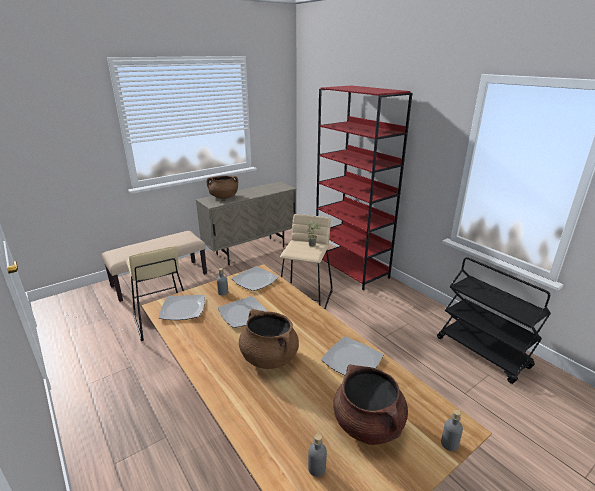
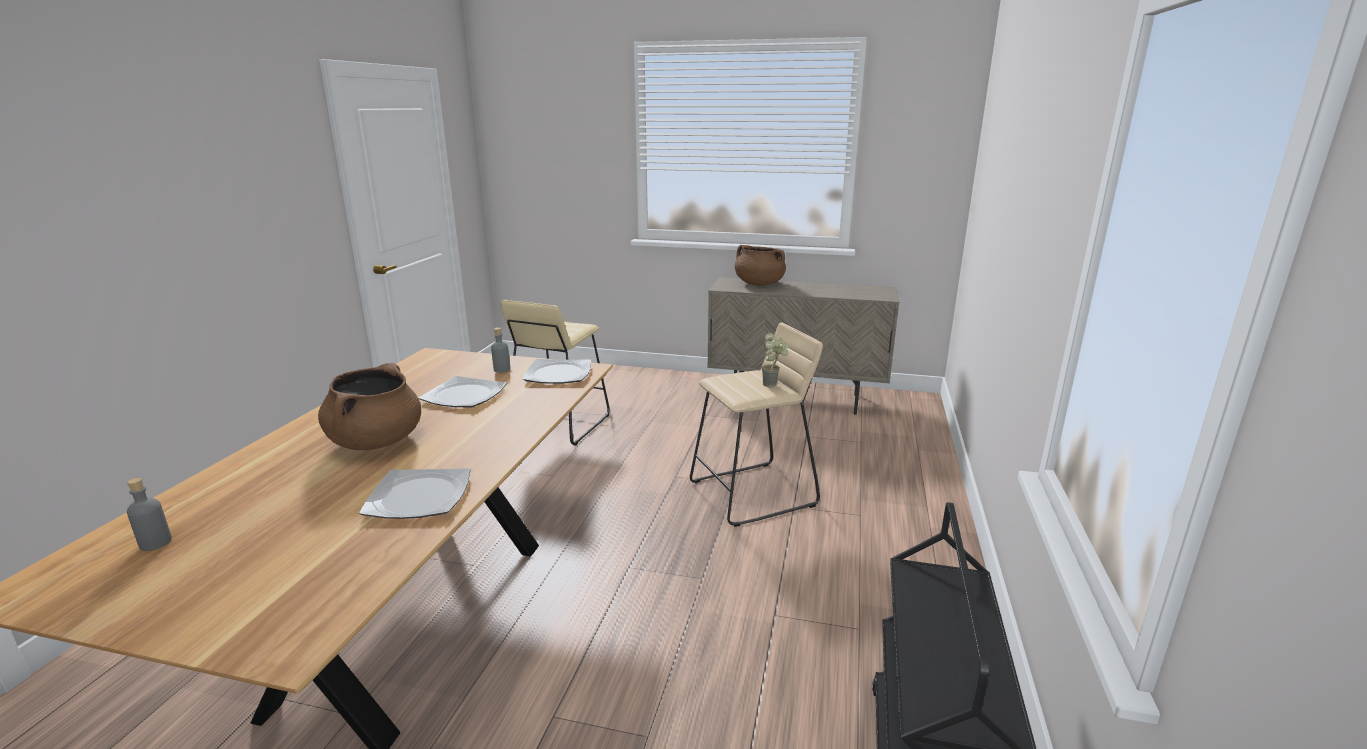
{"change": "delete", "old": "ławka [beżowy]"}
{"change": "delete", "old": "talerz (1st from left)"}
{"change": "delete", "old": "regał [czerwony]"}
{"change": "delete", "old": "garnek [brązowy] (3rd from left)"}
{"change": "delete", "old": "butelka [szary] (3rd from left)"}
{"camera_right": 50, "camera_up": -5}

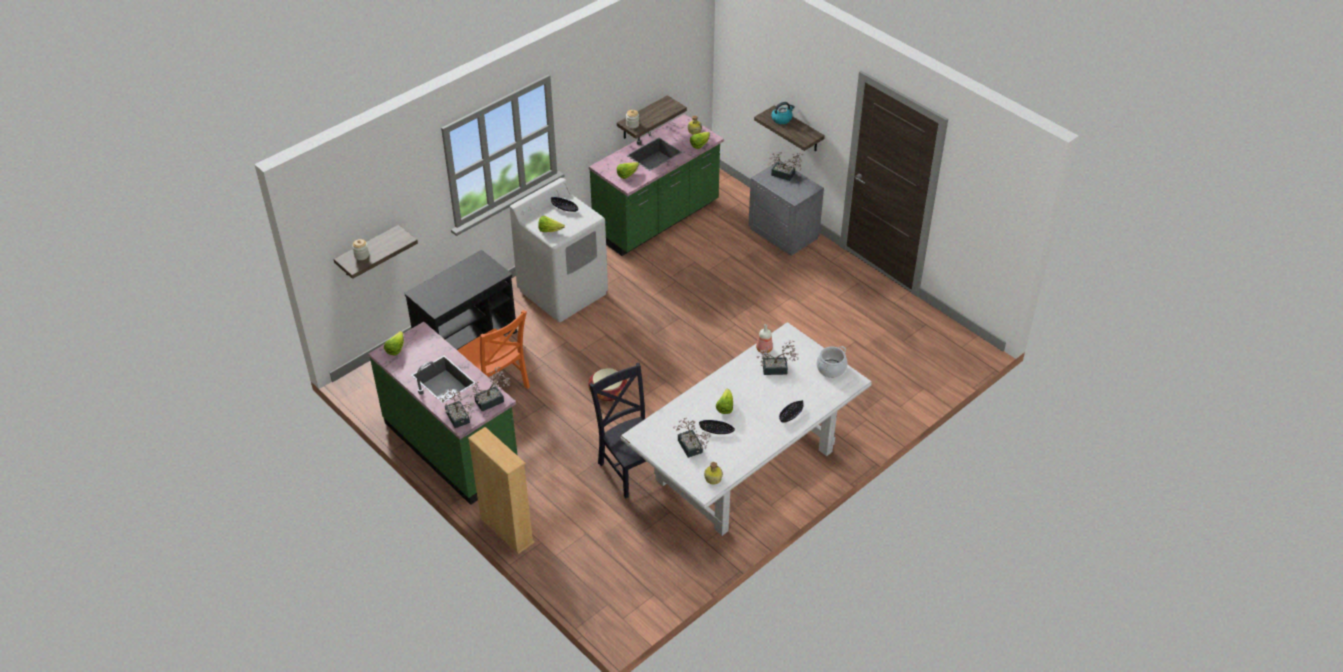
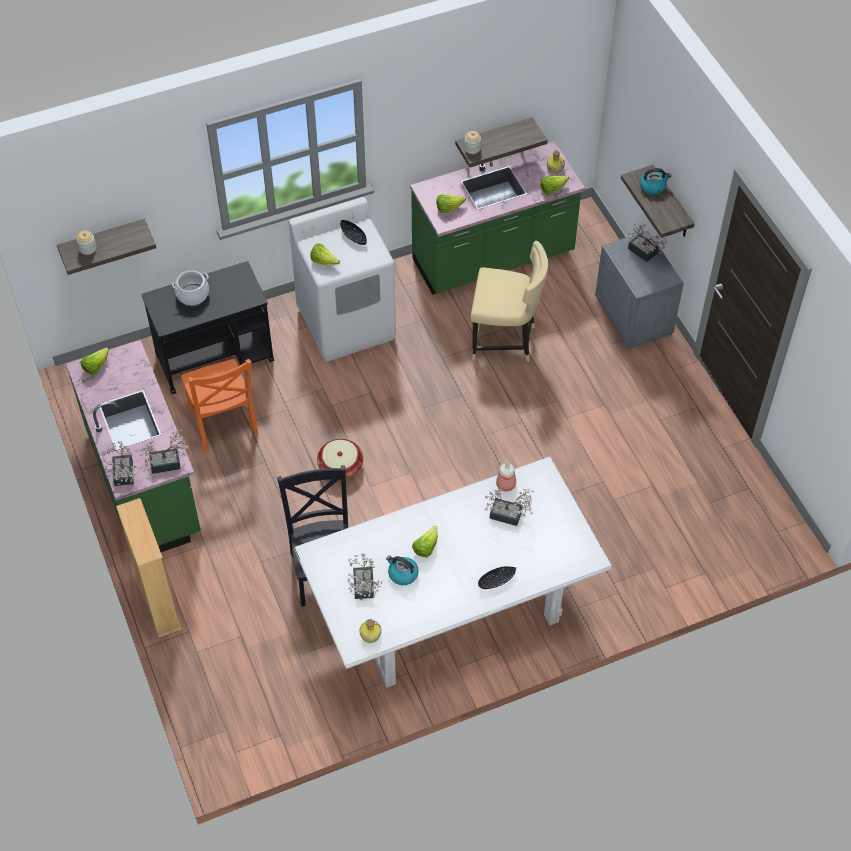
{"change": "insert", "new": "krzesło [beżowy]"}
{"change": "move", "old": "garnek"}
{"change": "replace", "old": "miska [czarny] (2nd from left)", "new": "czajnik (1st from left)"}
{"camera_right": 20, "camera_up": 10}

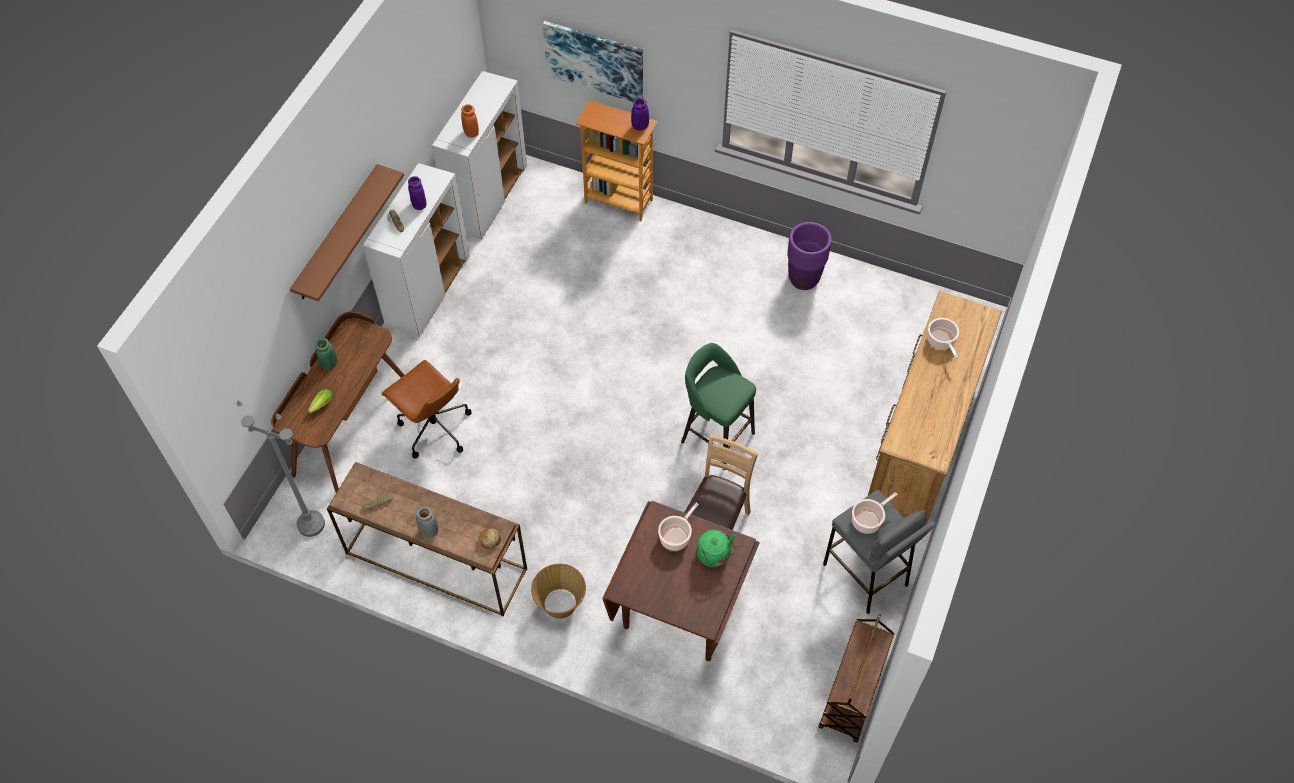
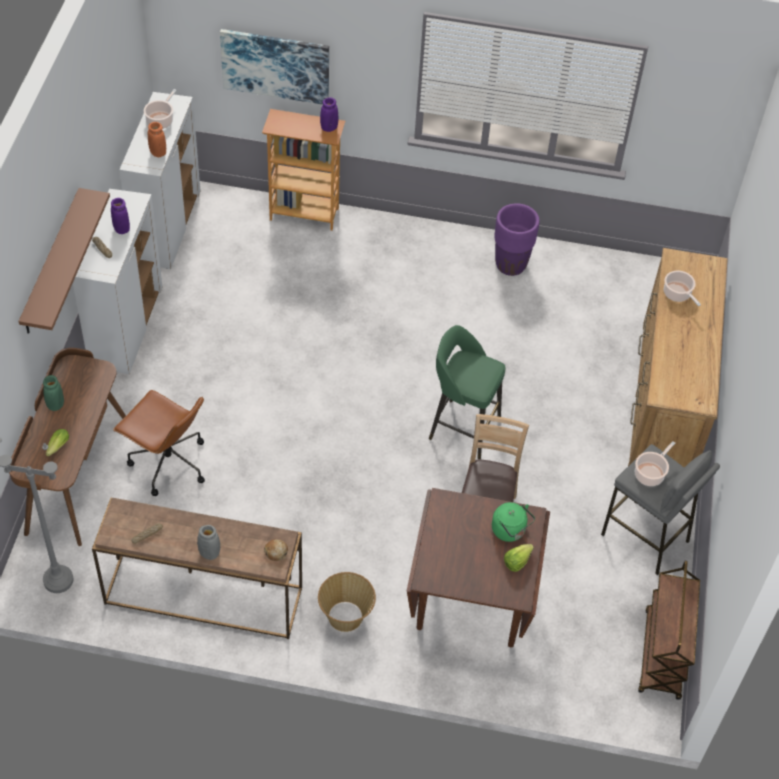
{"change": "insert", "new": "sałata (2nd from left)"}
{"change": "move", "old": "garnek (1st from left)"}
{"camera_right": -15, "camera_up": -5}

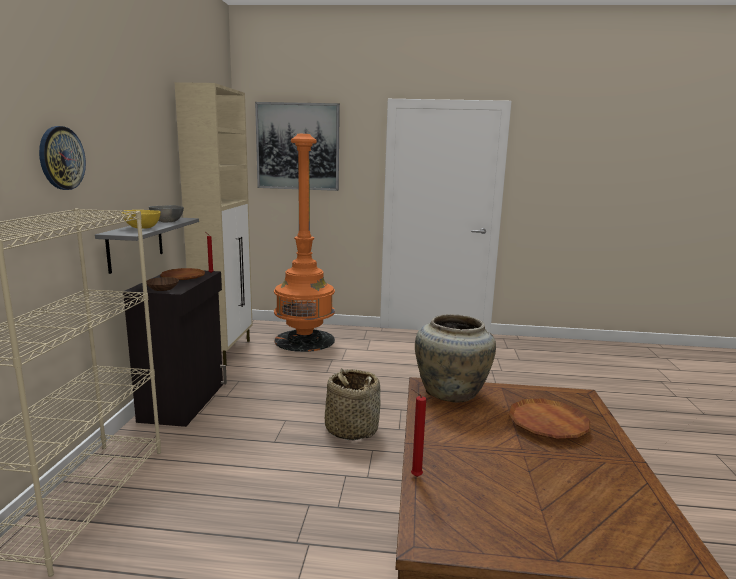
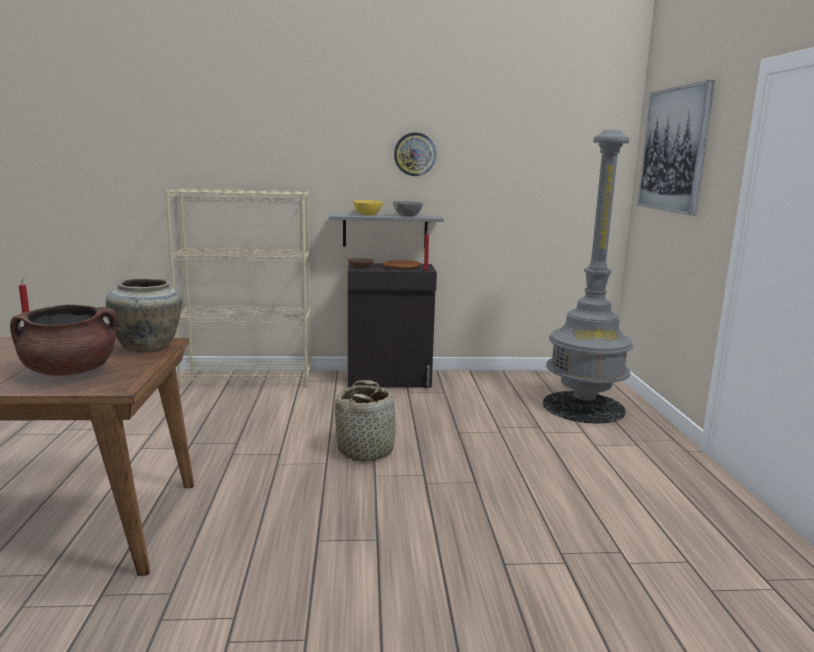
{"change": "delete", "old": "szafka [beżowy]"}
{"change": "move", "old": "zegar ścienny"}
{"change": "replace", "old": "talerz [brązowy] (2nd from left)", "new": "garnek [brązowy]"}
{"change": "recolor", "old": "lampa stojąca [pomarańczowy]", "new": "lampa stojąca [szary]"}
{"camera_right": 80, "camera_up": 0}

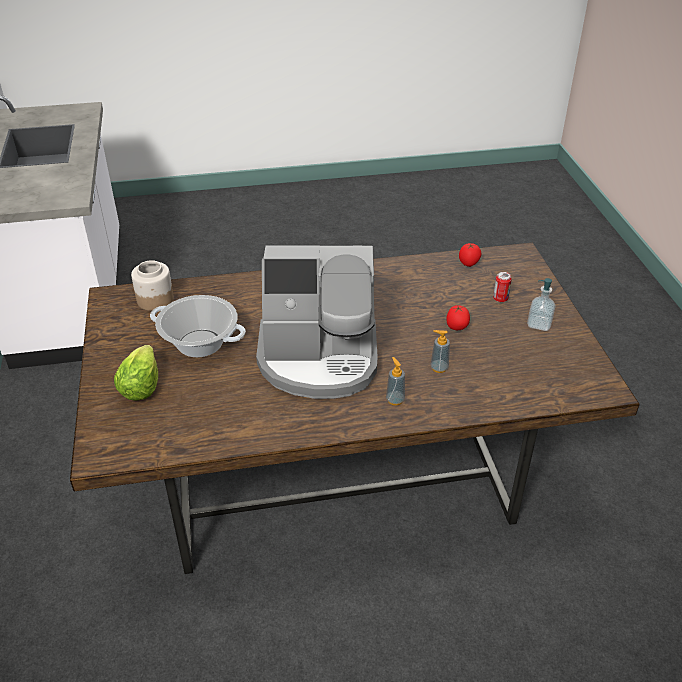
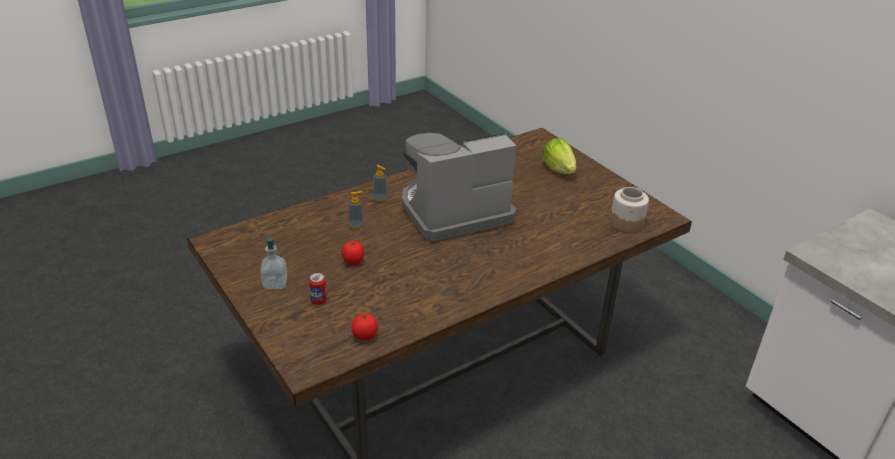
{"change": "delete", "old": "garnek"}
{"camera_right": 155, "camera_up": -5}

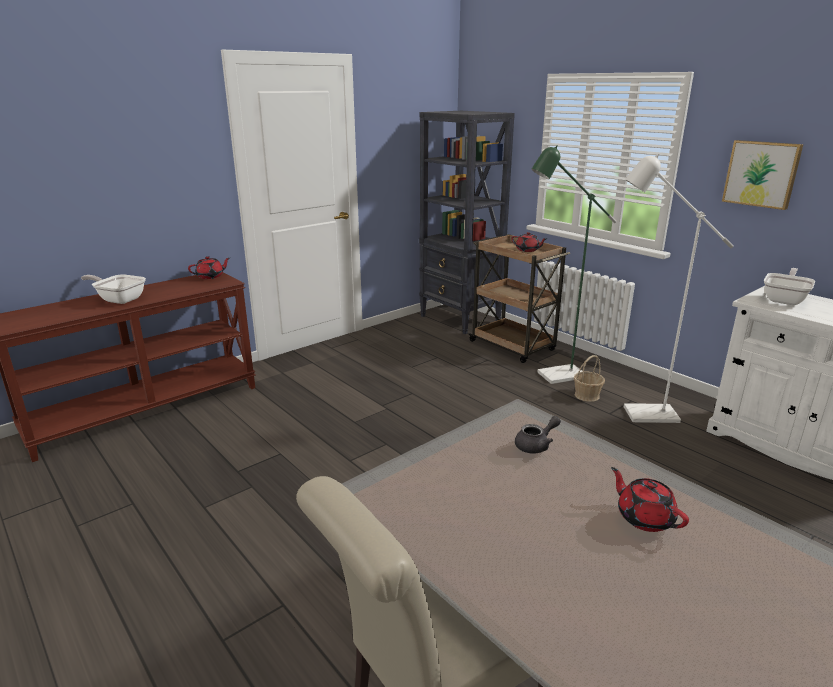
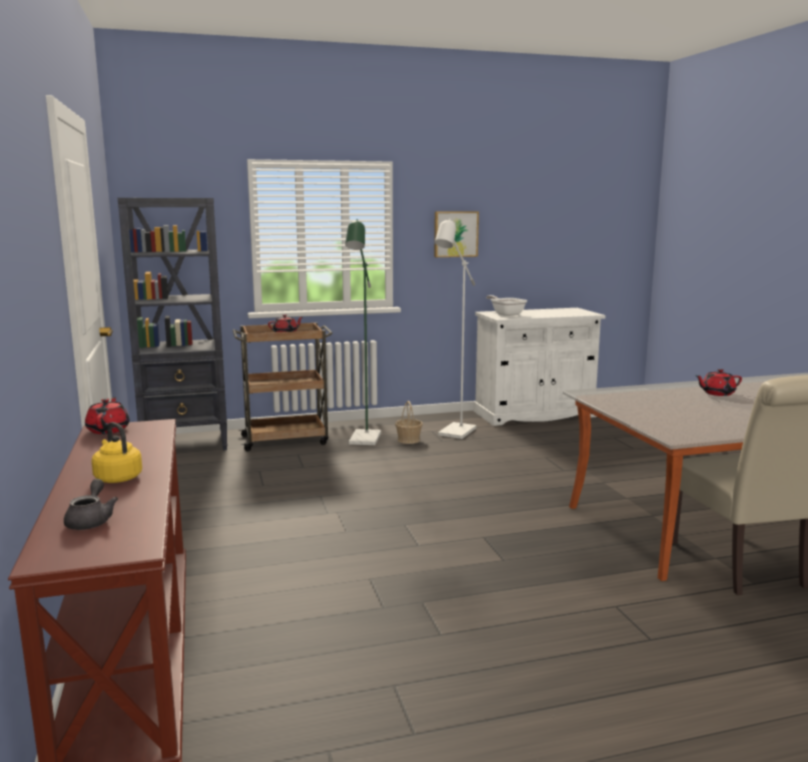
{"change": "move", "old": "imbryk [szary]"}
{"change": "replace", "old": "patelnia (1st from left)", "new": "czajnik [żółty]"}
{"camera_right": -65, "camera_up": -10}

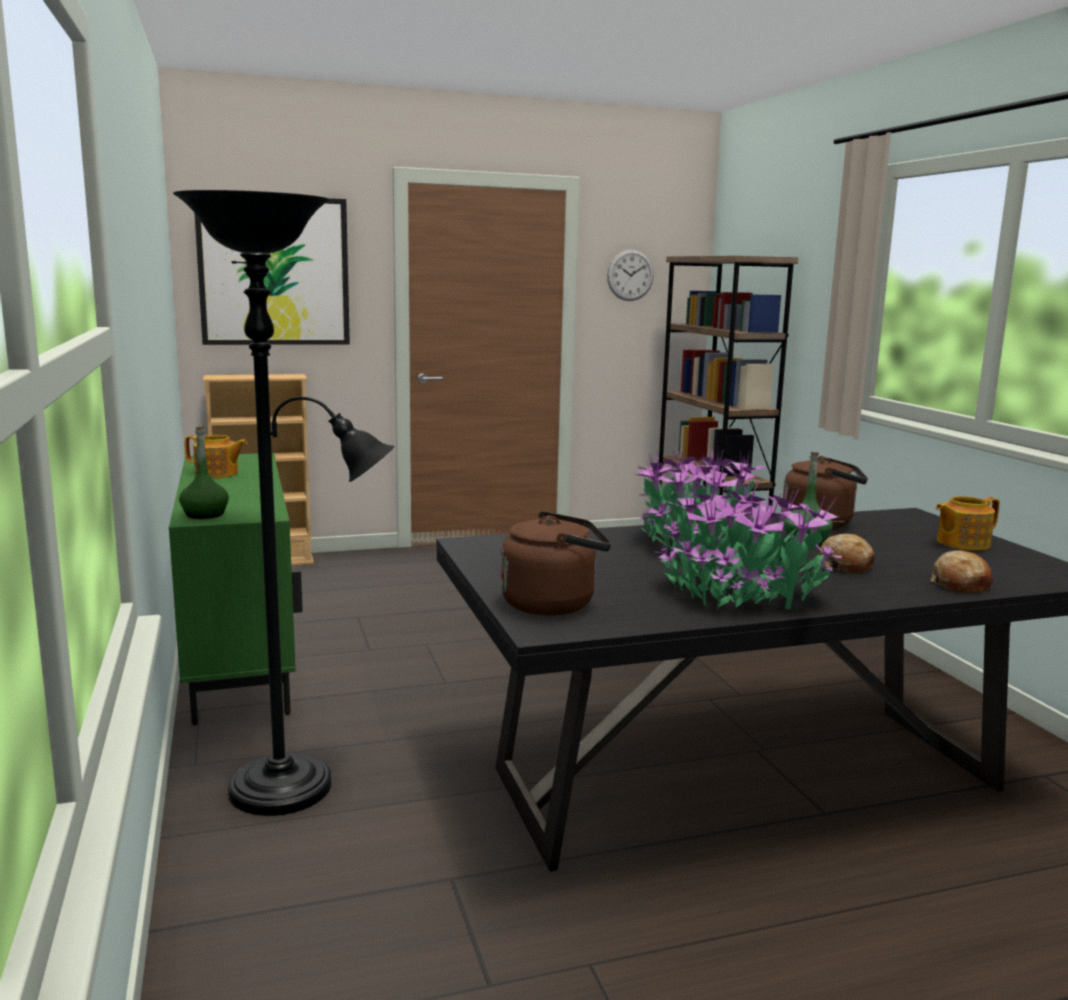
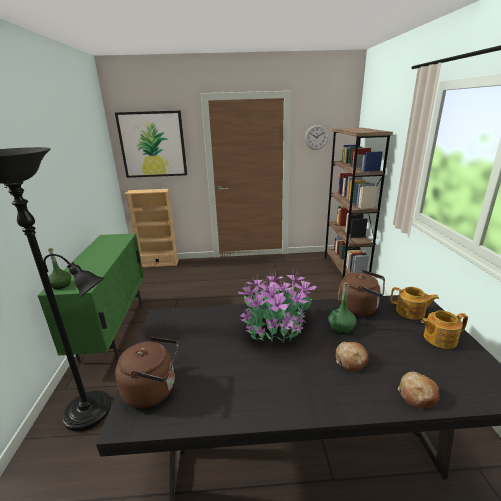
{"change": "delete", "old": "roślina doniczkowa (2nd from left)"}
{"change": "move", "old": "imbryk (1st from left)"}
{"camera_right": 15, "camera_up": 10}

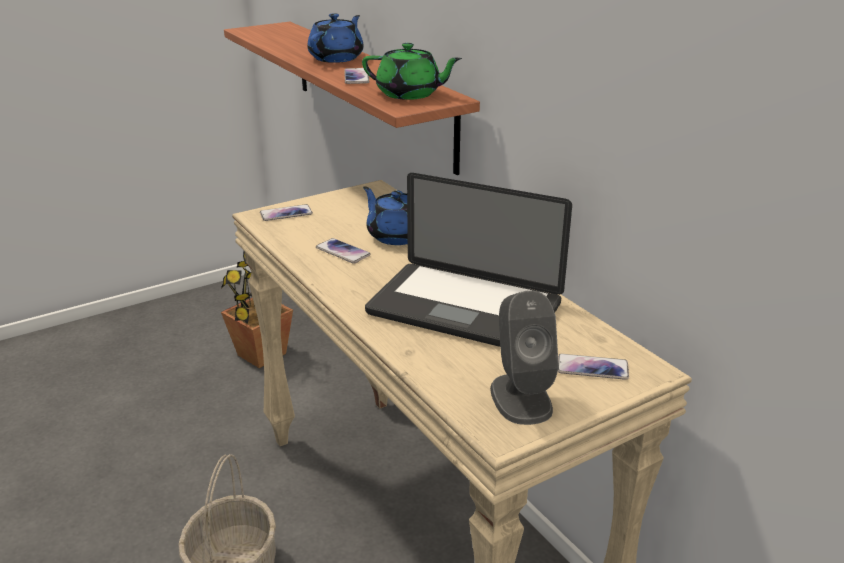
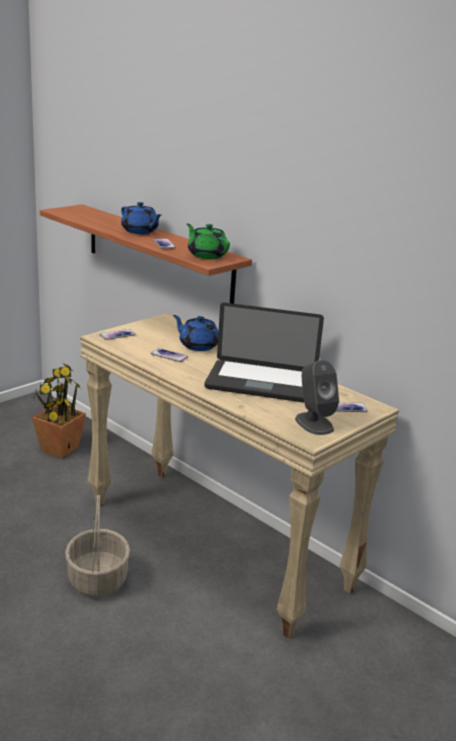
{"change": "rotate", "old": "imbryk [niebieski] (1st from left)", "degrees": 120}
{"change": "rotate", "old": "imbryk [zielony]", "degrees": -135}
{"camera_right": -15, "camera_up": -5}

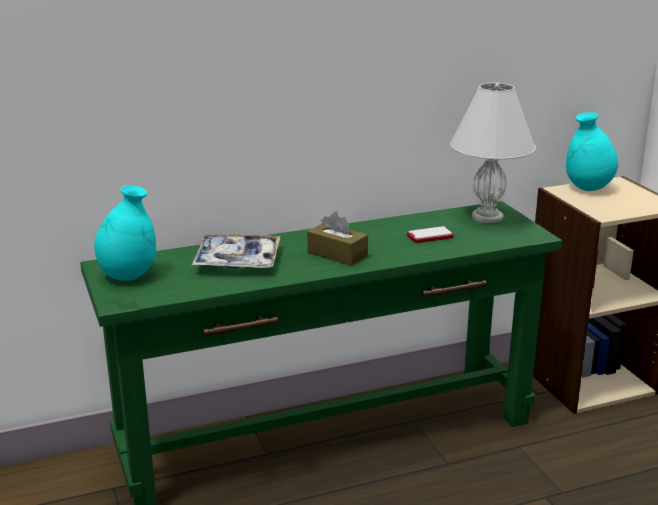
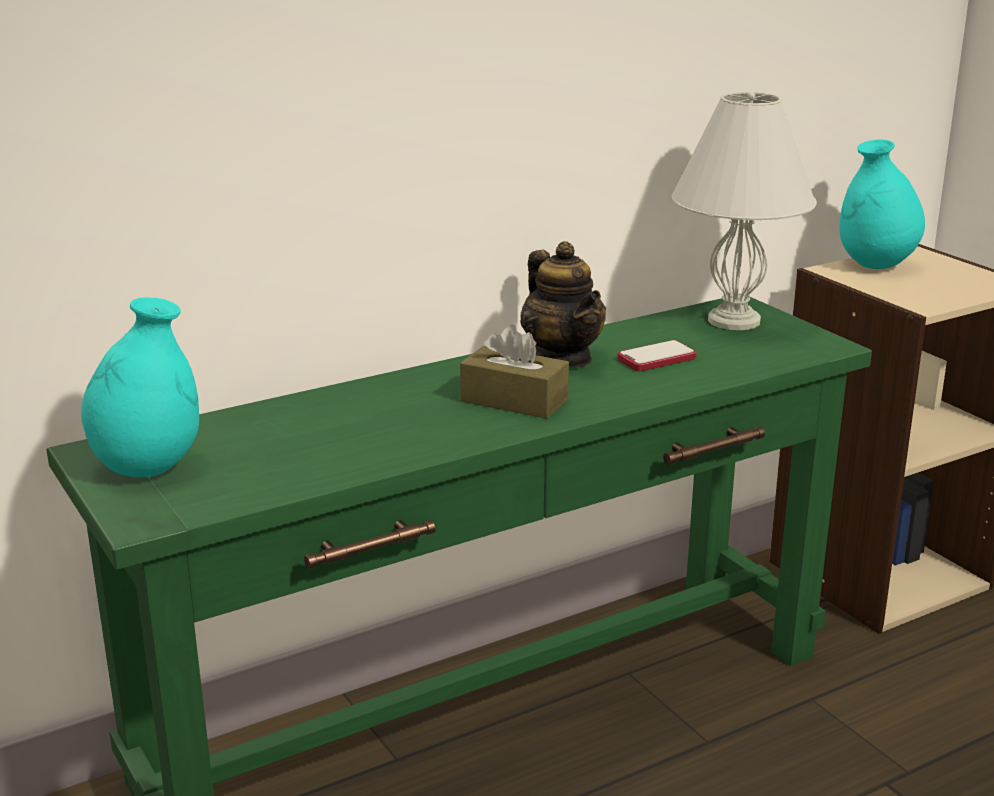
{"change": "delete", "old": "taca"}
{"change": "insert", "new": "imbryk"}
{"camera_right": -10, "camera_up": 0}

